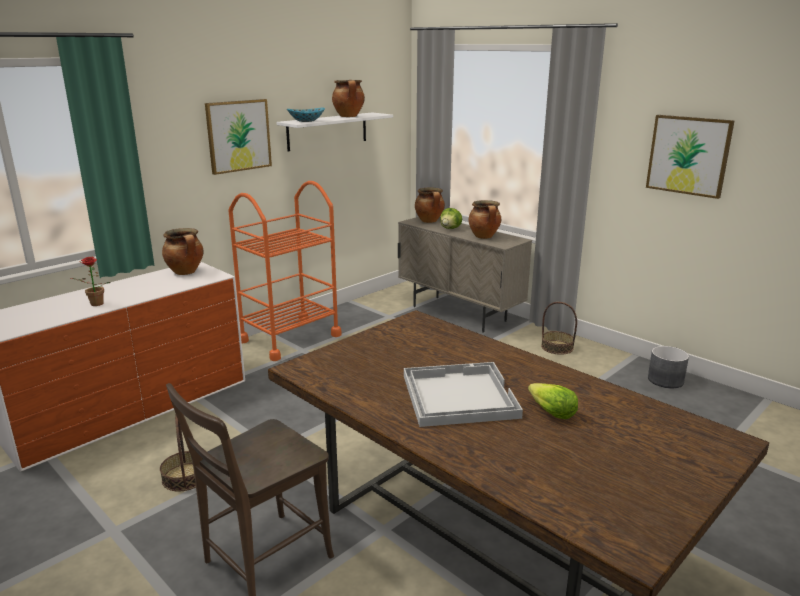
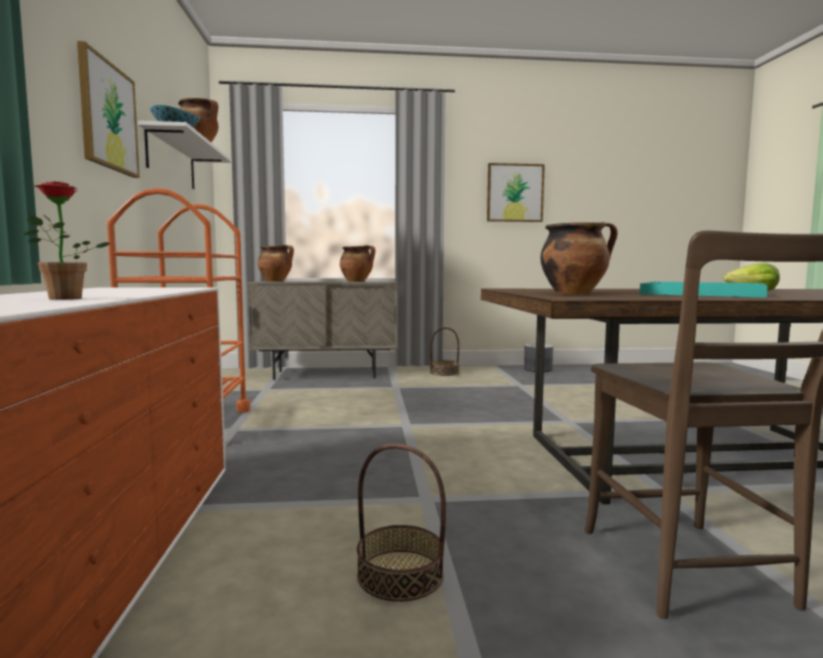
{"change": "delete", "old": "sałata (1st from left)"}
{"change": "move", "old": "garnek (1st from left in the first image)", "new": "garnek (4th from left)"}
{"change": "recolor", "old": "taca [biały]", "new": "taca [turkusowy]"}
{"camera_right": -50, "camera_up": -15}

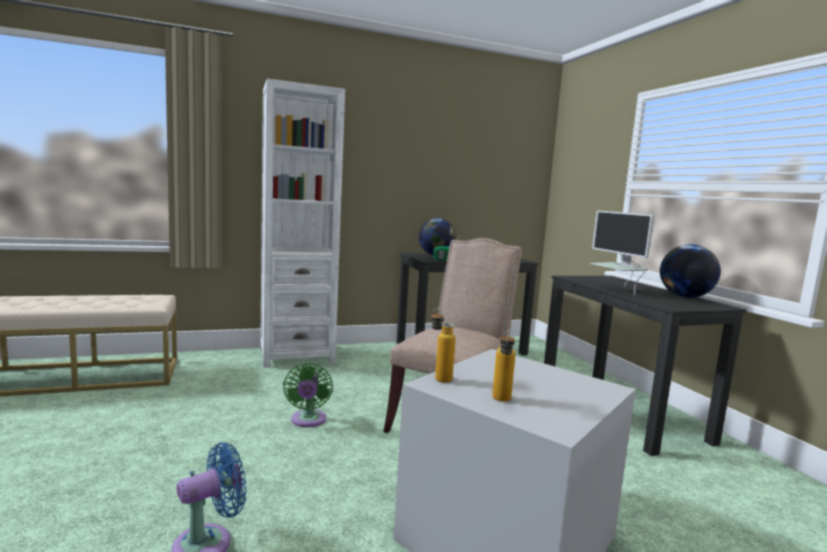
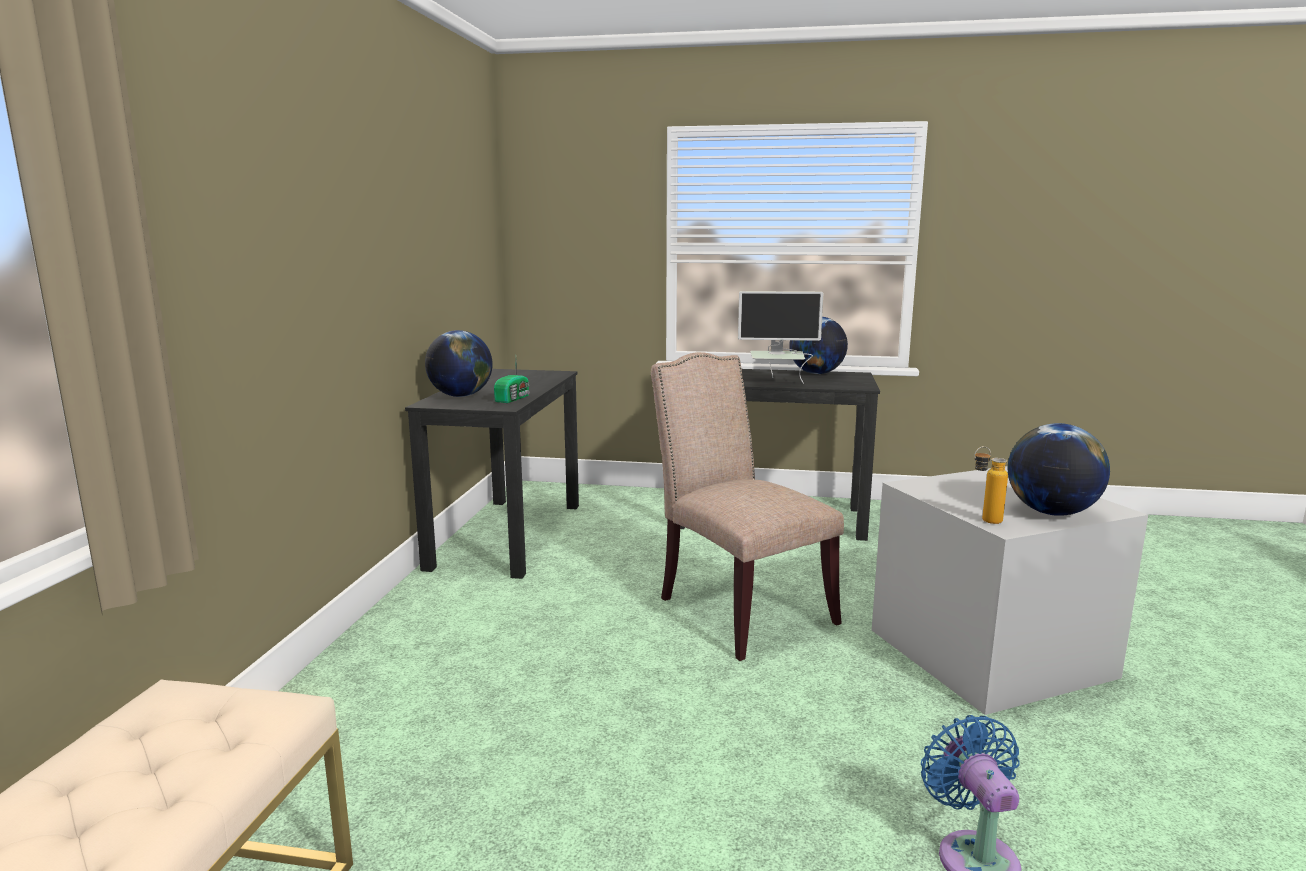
{"change": "delete", "old": "regał [biały]"}
{"change": "delete", "old": "wentylator [zielony]"}
{"change": "replace", "old": "butelka (2nd from left)", "new": "globus (3rd from left)"}
{"camera_right": -60, "camera_up": 5}

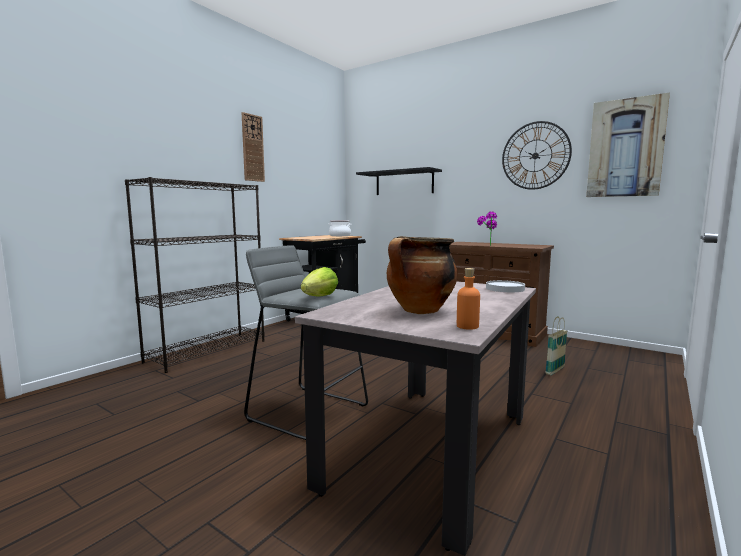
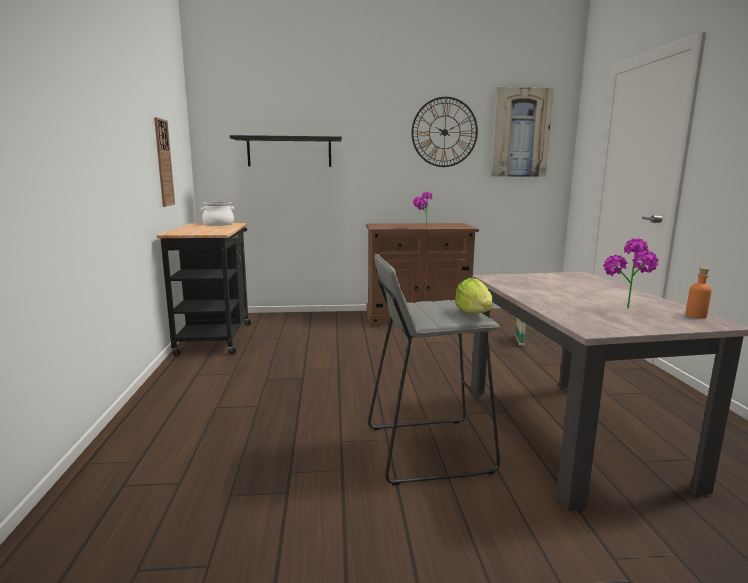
{"change": "delete", "old": "regał [czarny]"}
{"change": "delete", "old": "talerz [biały]"}
{"change": "move", "old": "zegar ścienny (1st from left)"}
{"change": "replace", "old": "garnek (2nd from left)", "new": "roślina doniczkowa (2nd from left)"}
{"camera_right": -40, "camera_up": 5}

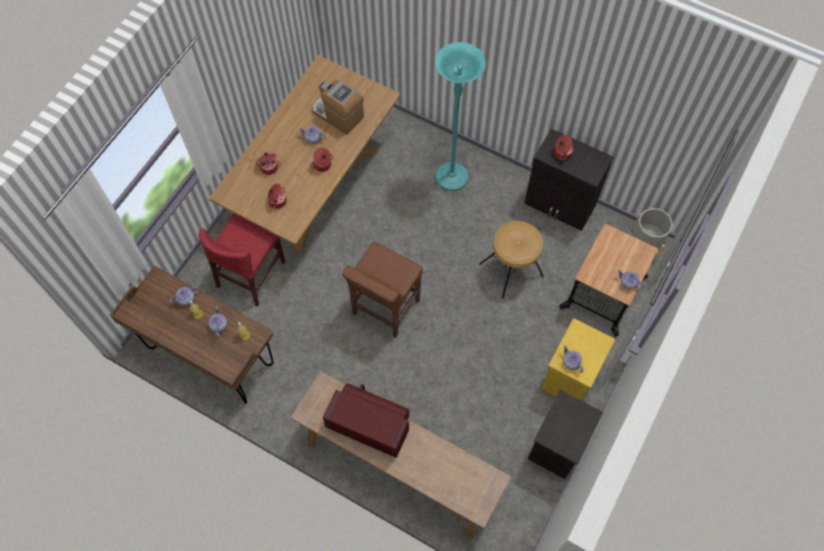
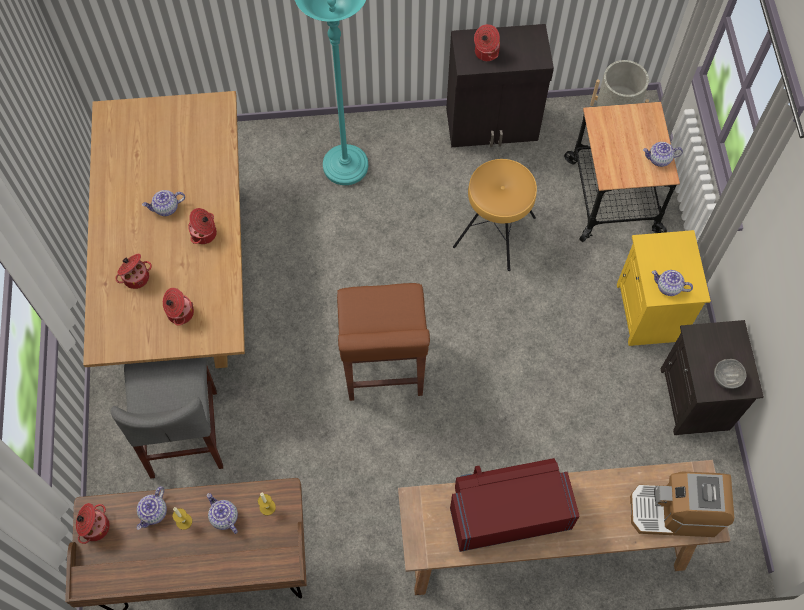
{"change": "insert", "new": "garnek (1st from left)"}
{"change": "insert", "new": "miska [szary]"}
{"change": "move", "old": "ekspres do kawy"}
{"change": "recolor", "old": "krzesło [czerwony]", "new": "krzesło [szary]"}
{"camera_right": -35, "camera_up": 0}

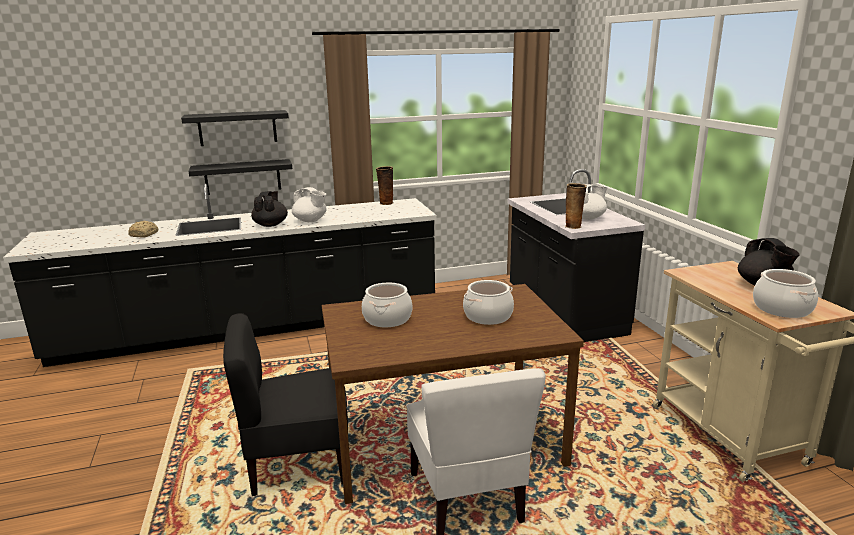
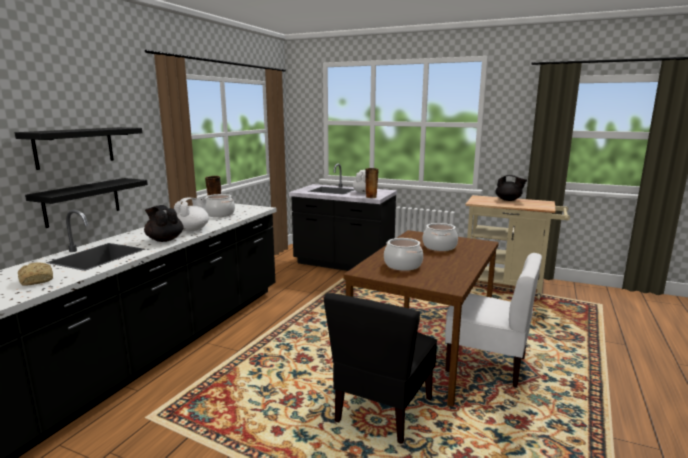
{"change": "move", "old": "garnek (3rd from left in the first image)", "new": "garnek (1st from left)"}
{"change": "rotate", "old": "imbryk [biały] (1st from left)", "degrees": -45}
{"camera_right": -50, "camera_up": -5}

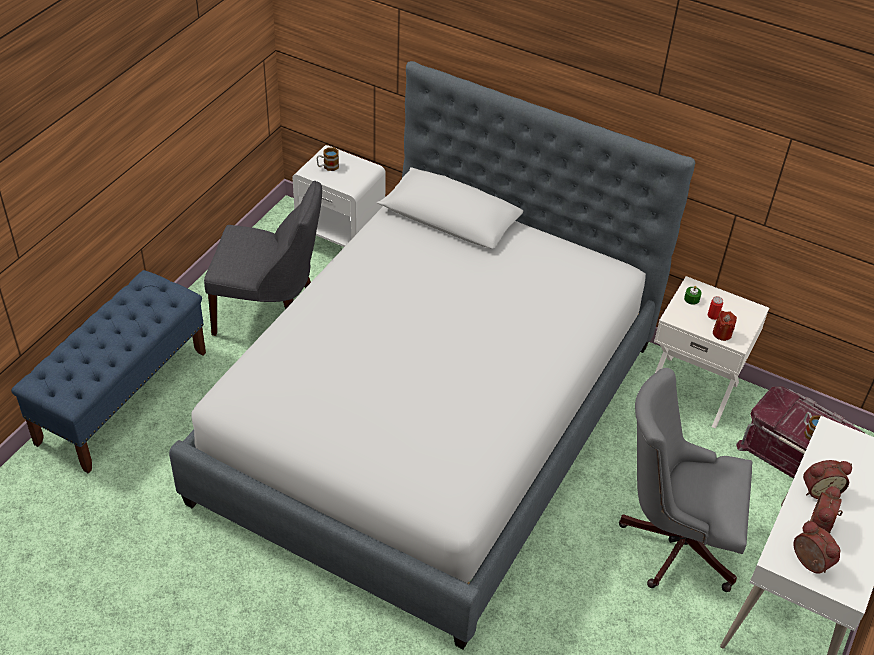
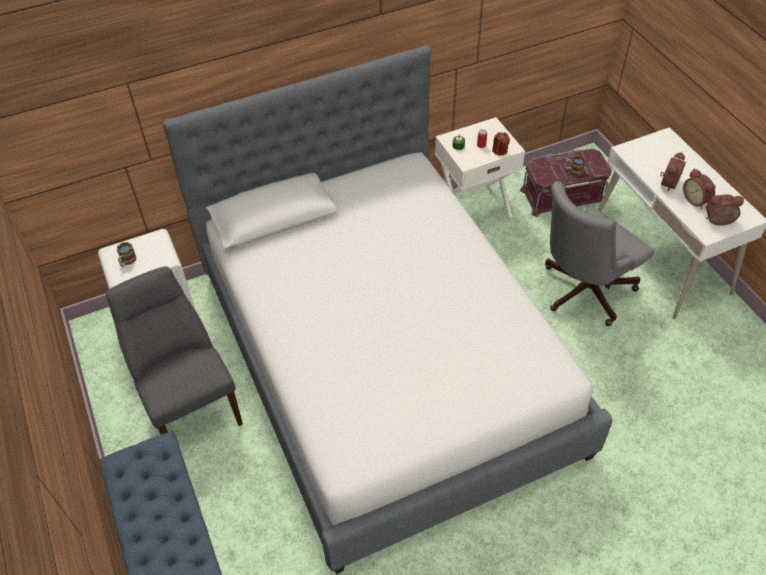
{"change": "rotate", "old": "krzesło [szary]", "degrees": -75}
{"camera_right": -50, "camera_up": 5}

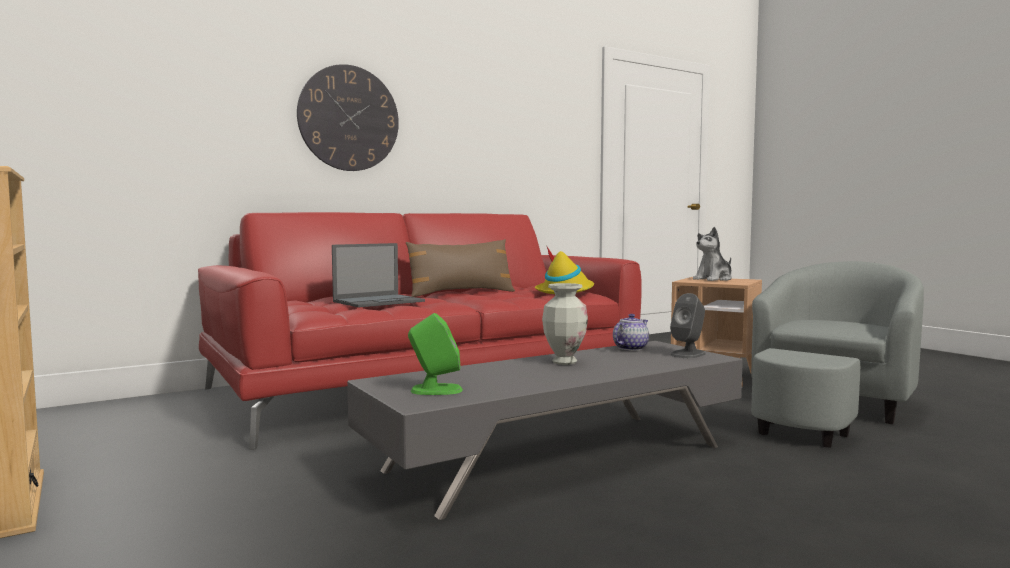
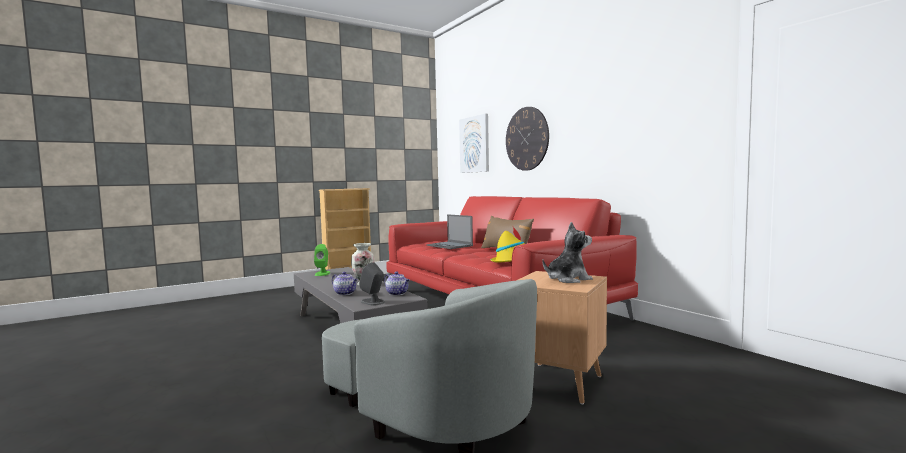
{"change": "insert", "new": "imbryk (1st from left)"}
{"change": "insert", "new": "obraz"}
{"change": "rotate", "old": "pluszak", "degrees": 105}
{"camera_right": 90, "camera_up": 0}

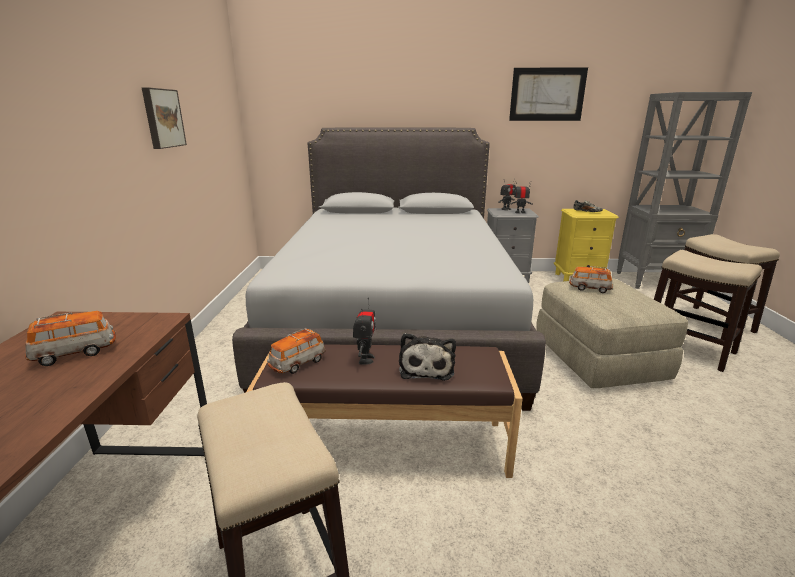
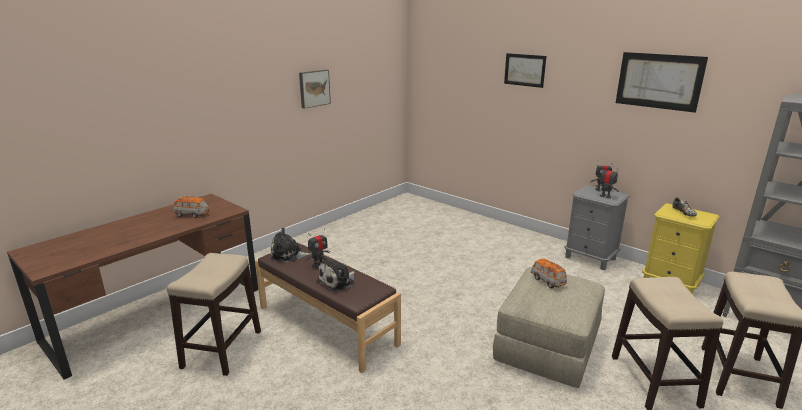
{"change": "delete", "old": "łóżko [szary]"}
{"change": "insert", "new": "obraz (2nd from left)"}
{"change": "replace", "old": "samochodzik (2nd from left)", "new": "pluszak (1st from left)"}
{"camera_right": 40, "camera_up": 0}

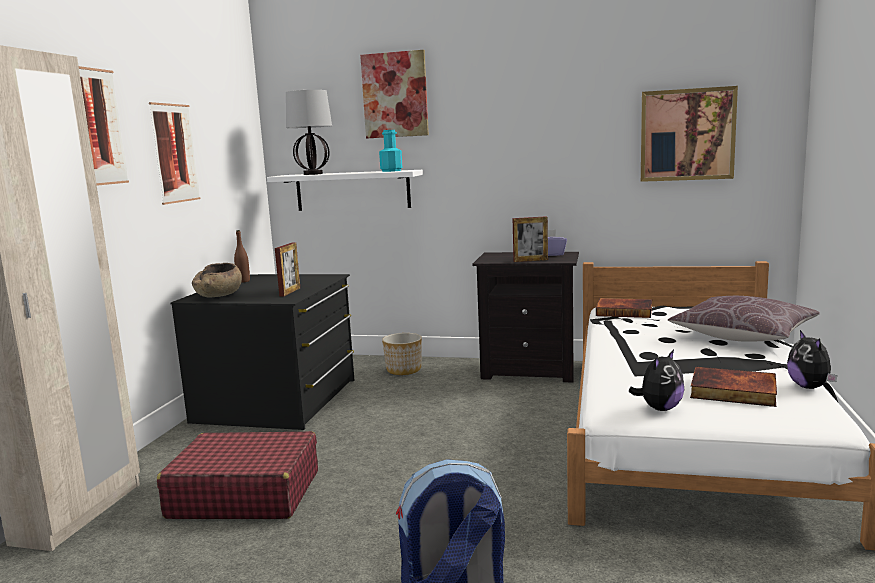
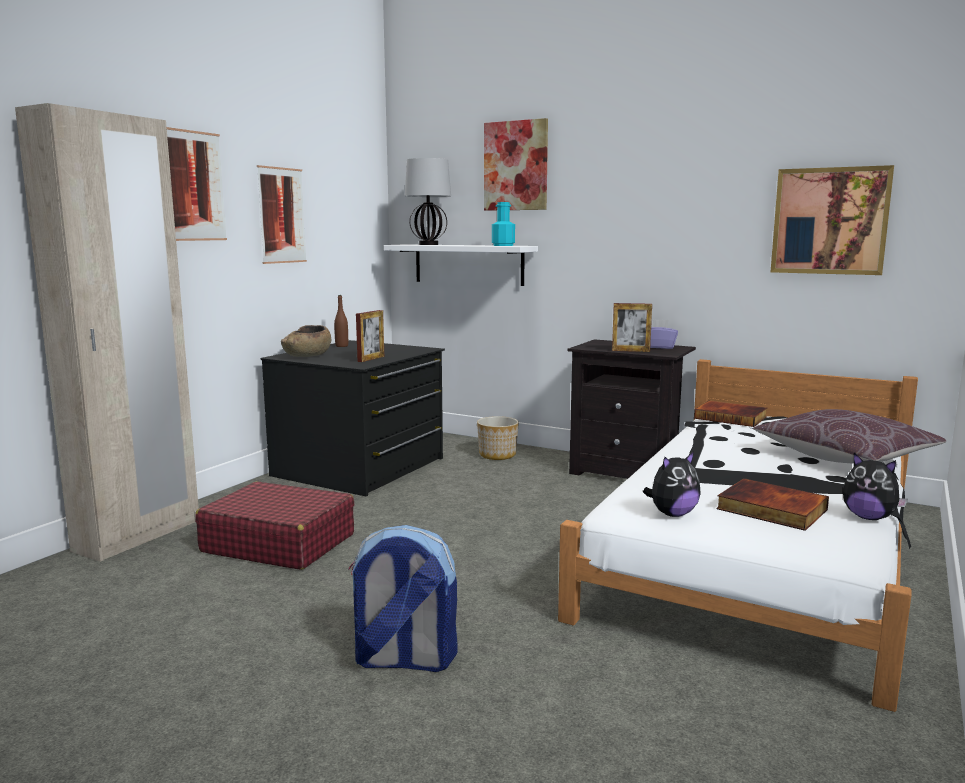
{"change": "rotate", "old": "pluszak (2nd from left)", "degrees": -60}
{"camera_right": 15, "camera_up": 0}

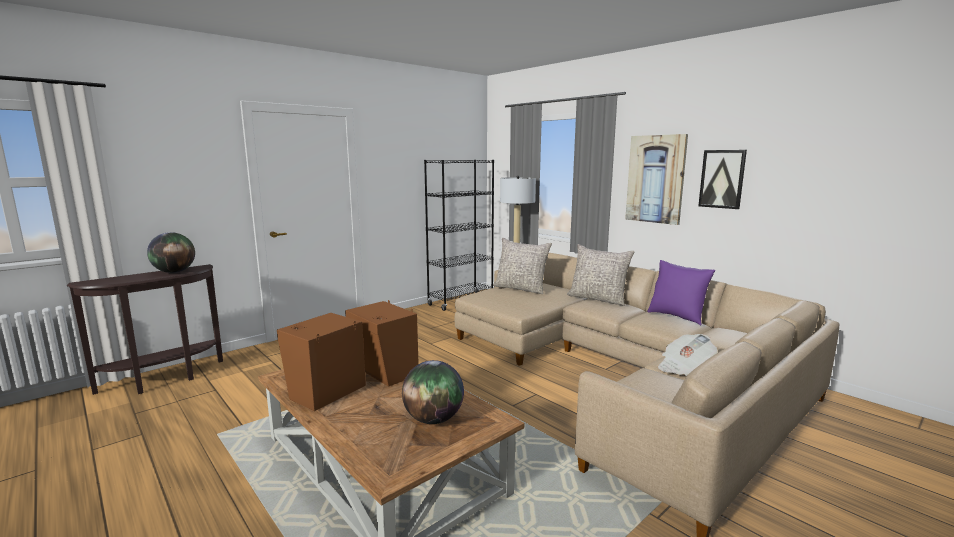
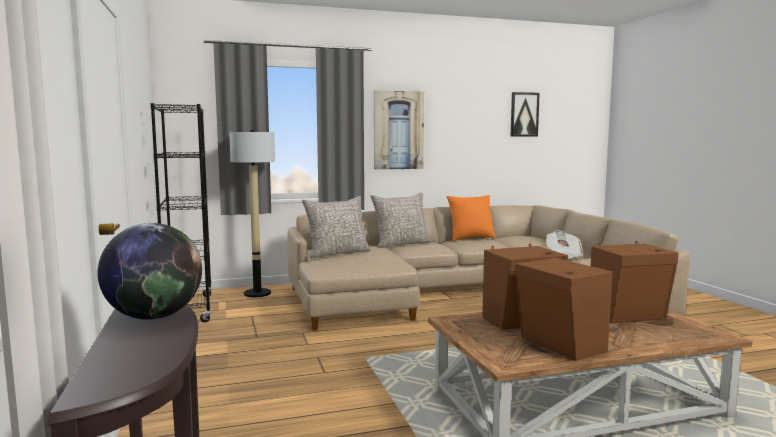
{"change": "move", "old": "obraz (2nd from left)"}
{"change": "replace", "old": "globus (2nd from left)", "new": "głośnik [brązowy] (3rd from left)"}
{"change": "recolor", "old": "poduszka [fioletowy]", "new": "poduszka [pomarańczowy]"}
{"camera_right": -65, "camera_up": -5}

